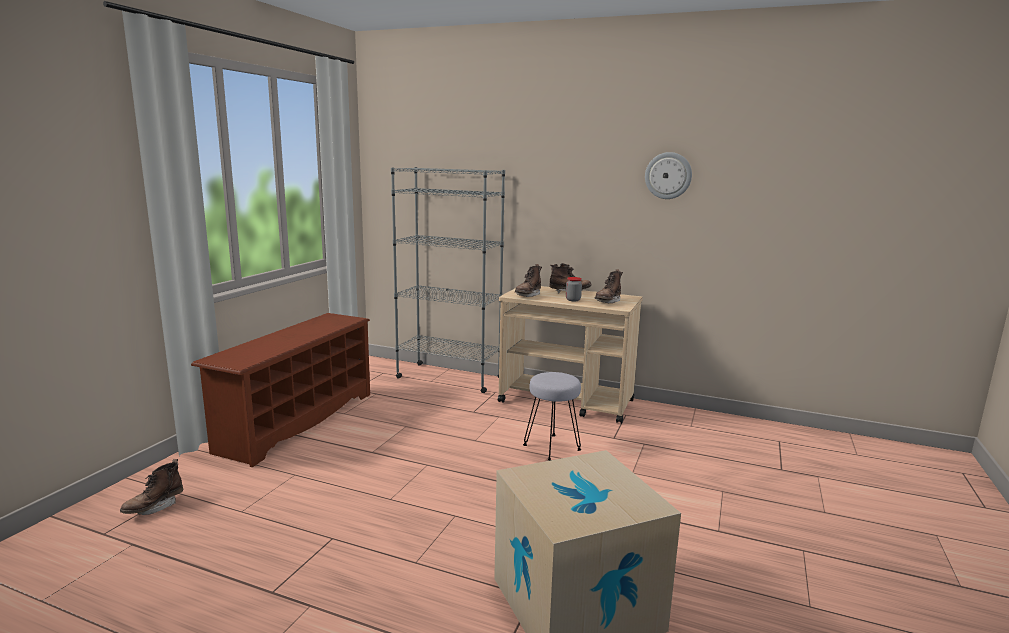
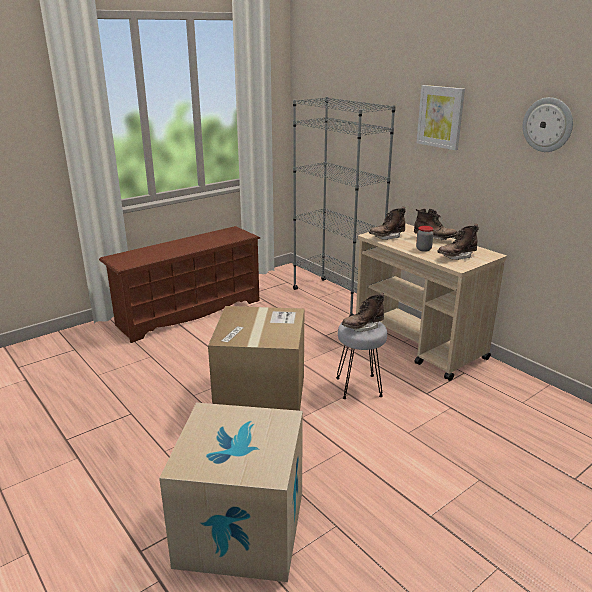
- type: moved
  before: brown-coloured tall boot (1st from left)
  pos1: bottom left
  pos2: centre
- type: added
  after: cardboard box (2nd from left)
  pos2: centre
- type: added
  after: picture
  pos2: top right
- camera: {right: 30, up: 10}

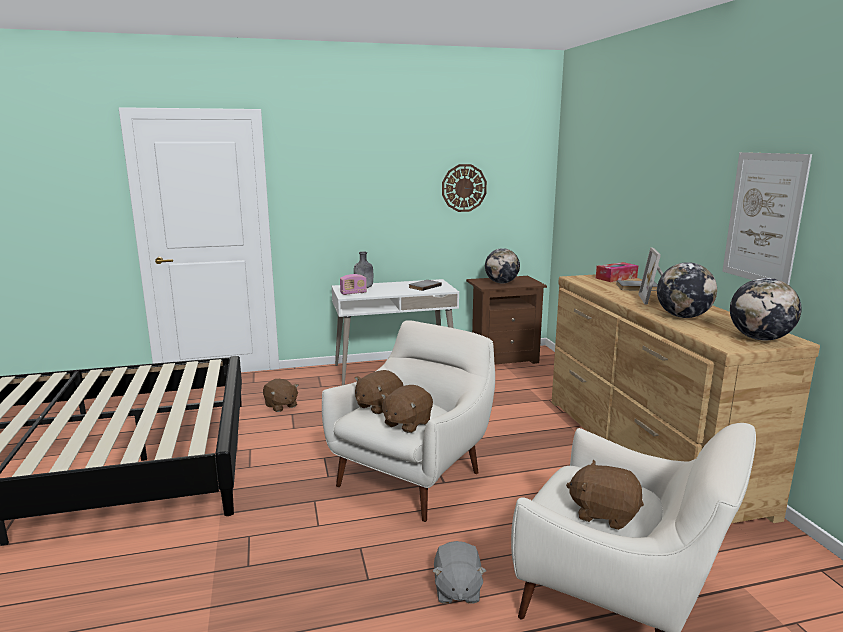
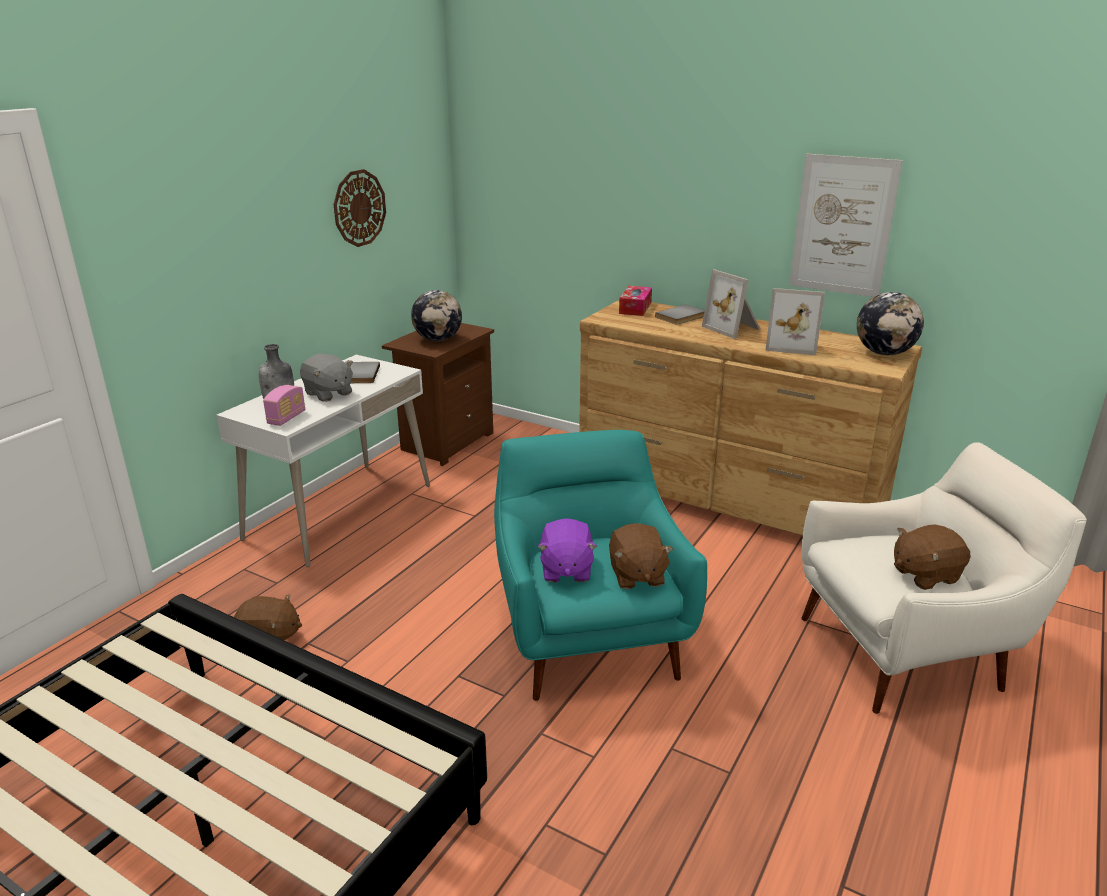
- type: recoloured
  before: white lounge chair (1st from left)
  after: turquoise-coloured lounge chair
  pos1: centre
  pos2: centre
- type: recoloured
  before: brown-coloured soft toy (2nd from left)
  after: purplish soft toy
  pos1: centre
  pos2: centre
- type: moved
  before: greyish soft toy
  pos1: bottom centre
  pos2: middle left
- type: replaced
  before: desk globe (2nd from left)
  after: photo frame (2nd from left)
  pos1: middle right
  pos2: middle right
- camera: {right: -45, up: 10}

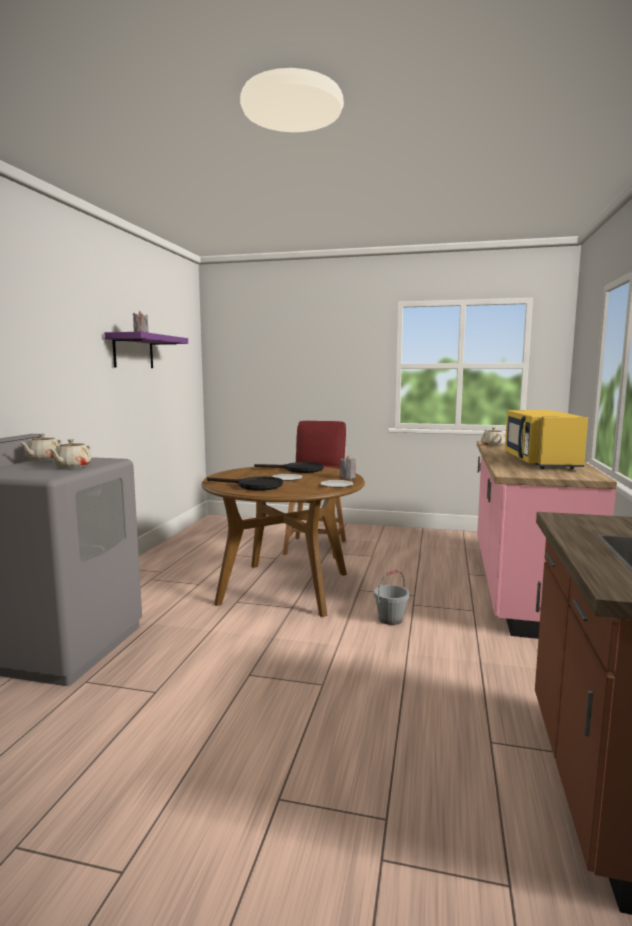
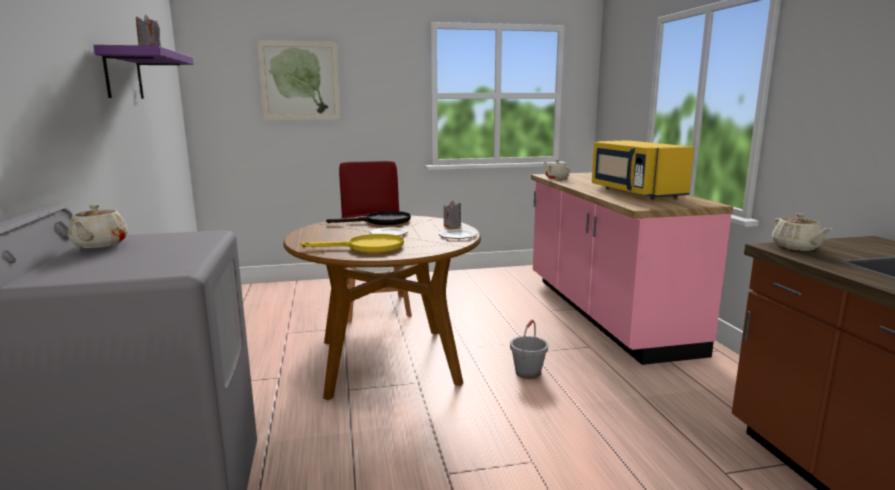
- type: moved
  before: beige-coloured tea pot (2nd from left in the first image)
  after: beige-coloured tea pot (3rd from left)
  pos1: middle left
  pos2: middle right
- type: recoloured
  before: black-coloured frying pan (1st from left)
  after: yellowish frying pan
  pos1: centre
  pos2: centre
- type: added
  after: picture
  pos2: top centre
- camera: {right: -25, up: 5}

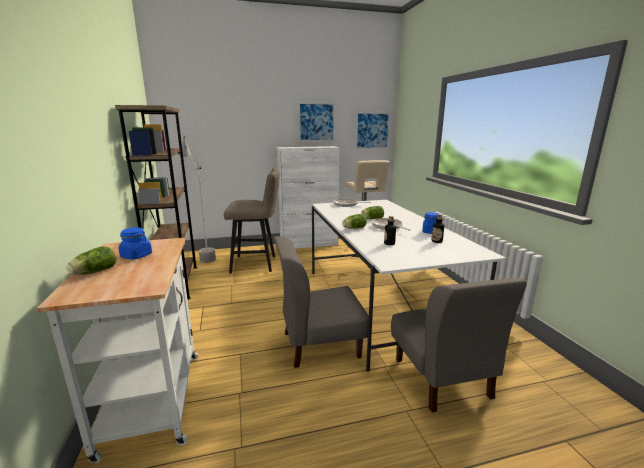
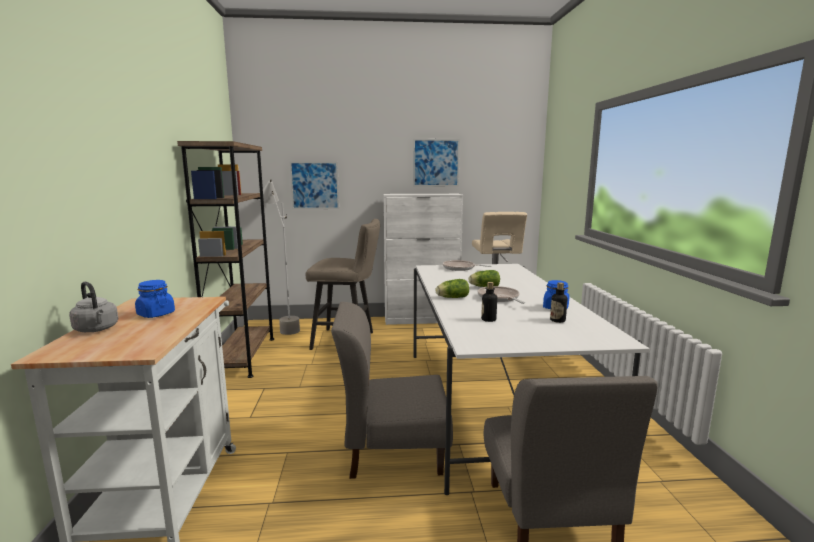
- type: replaced
  before: head of lettuce (1st from left)
  after: greyish tea kettle
  pos1: middle left
  pos2: middle left
- type: moved
  before: picture (2nd from left in the first image)
  after: picture (1st from left)
  pos1: top centre
  pos2: centre
- camera: {right: 10, up: -5}

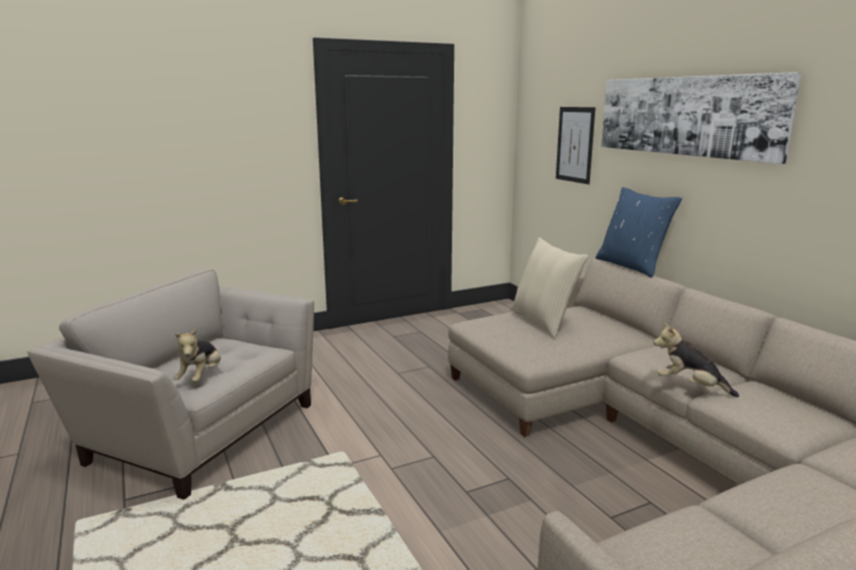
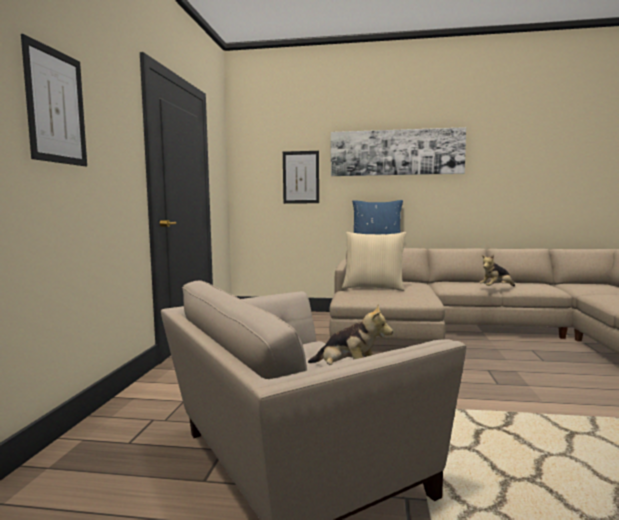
- type: added
  after: picture (1st from left)
  pos2: top left
- camera: {right: -55, up: -10}

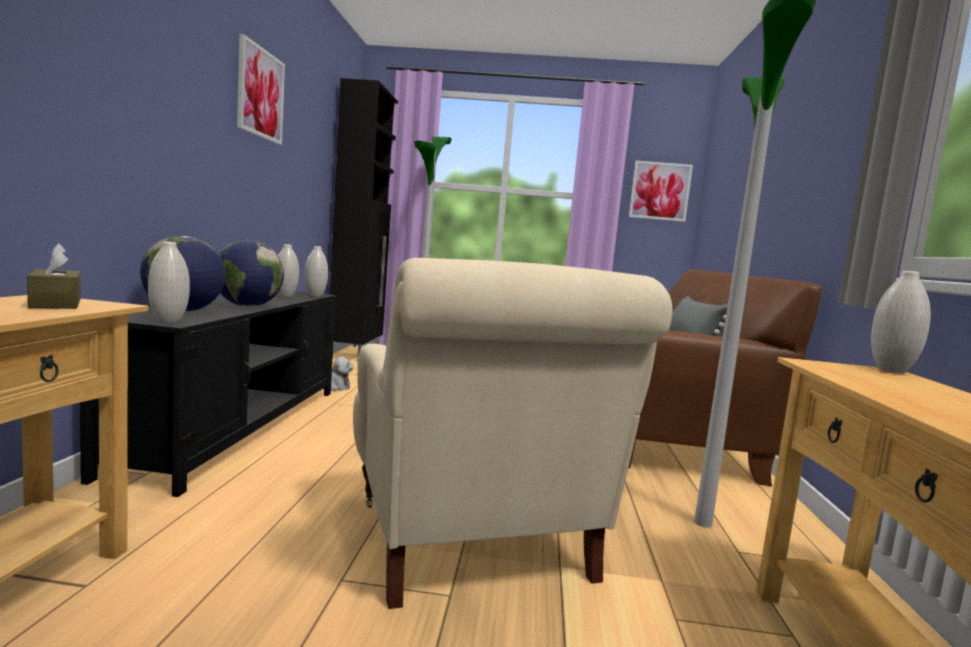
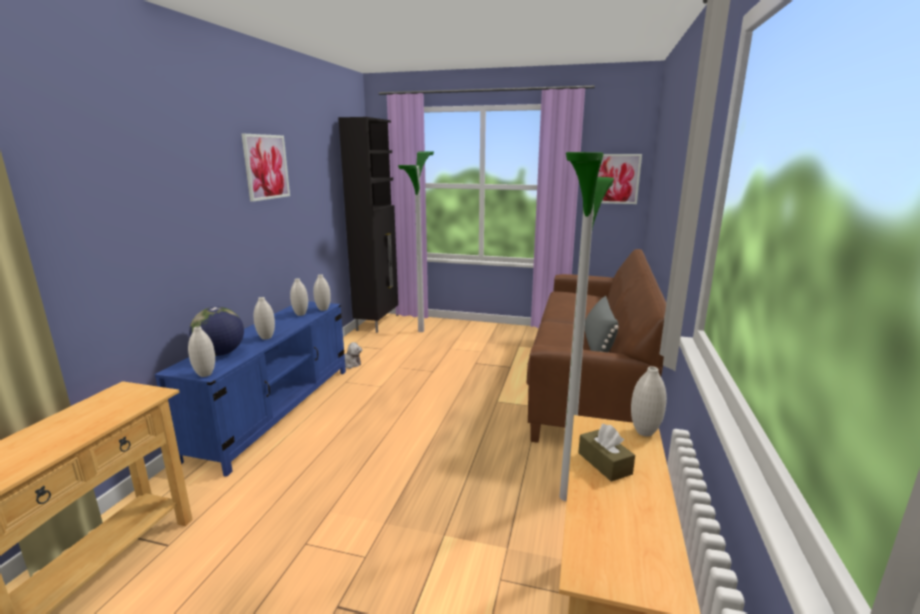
- type: moved
  before: brown-coloured tissue box
  pos1: middle left
  pos2: bottom centre
- type: recoloured
  before: black-coloured media console
  after: blue-coloured media console
  pos1: middle left
  pos2: middle left
- type: replaced
  before: desk globe (2nd from left)
  after: white flower vase (2nd from left)
  pos1: middle left
  pos2: middle left
- type: removed
  before: beige-coloured lounge chair
  pos1: bottom centre
- camera: {right: 10, up: 10}

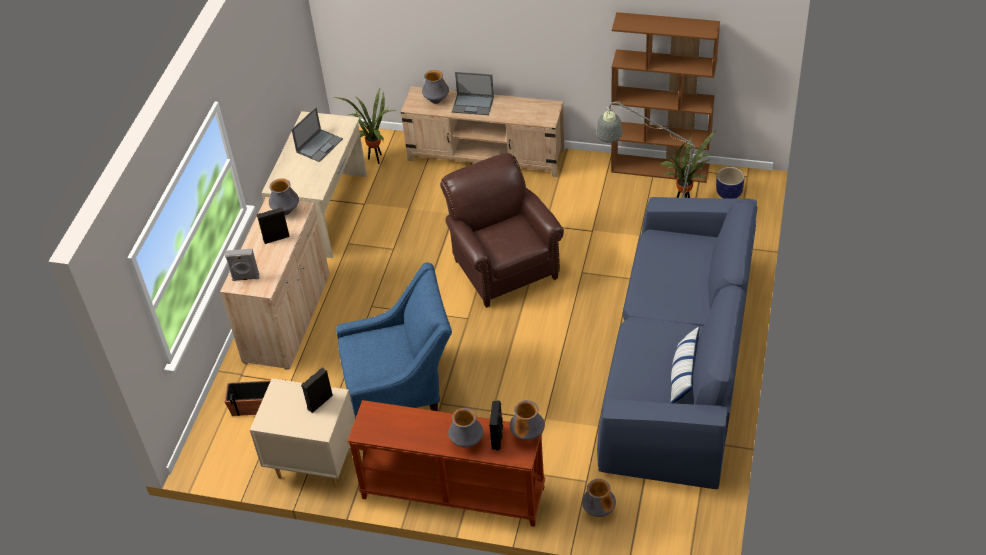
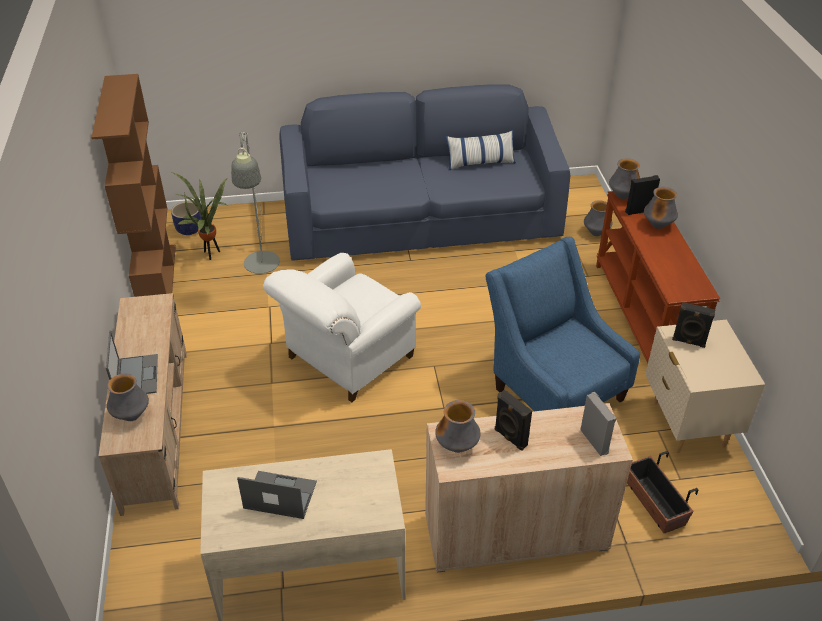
- type: removed
  before: plant in a pot (1st from left)
  pos1: top centre
- type: recoloured
  before: brown-coloured lounge chair
  after: white lounge chair
  pos1: centre
  pos2: centre
- camera: {right: -115, up: -5}

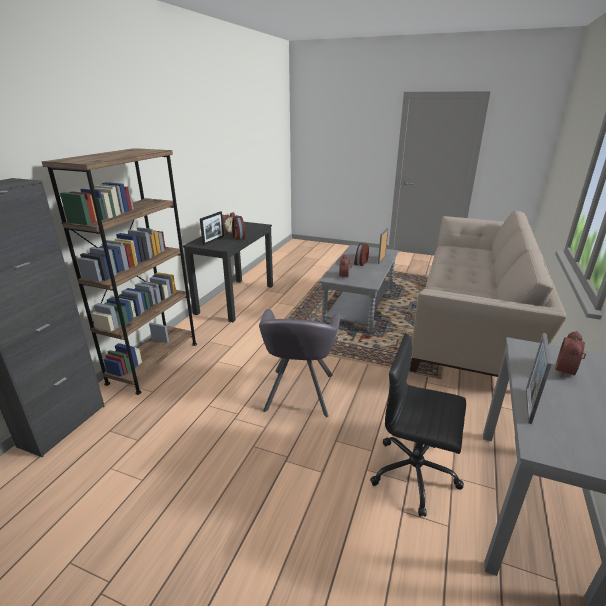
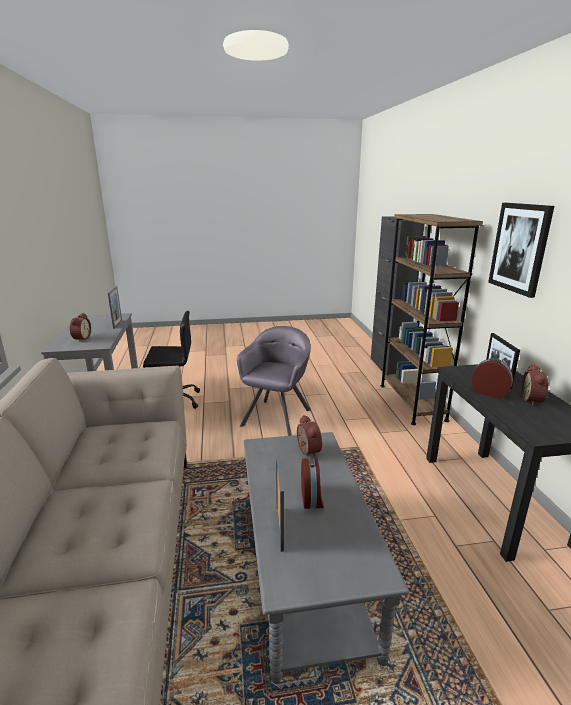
- type: turned
  before: greyish lounge chair
  pos1: centre
  pos2: centre
  turn: 45
- type: added
  after: picture
  pos2: middle right
- camera: {right: 150, up: -5}

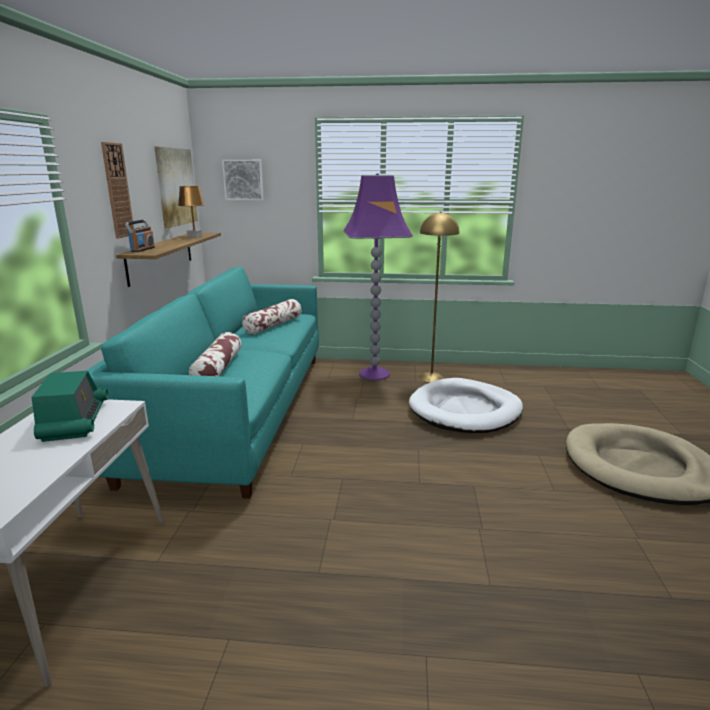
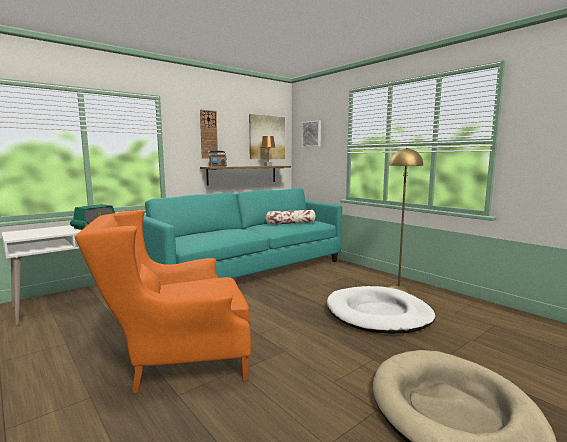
- type: removed
  before: pillow (1st from left)
  pos1: middle left
- type: removed
  before: purplish standard lamp
  pos1: centre
- type: added
  after: orange-coloured lounge chair
  pos2: bottom left
- camera: {right: 45, up: -10}

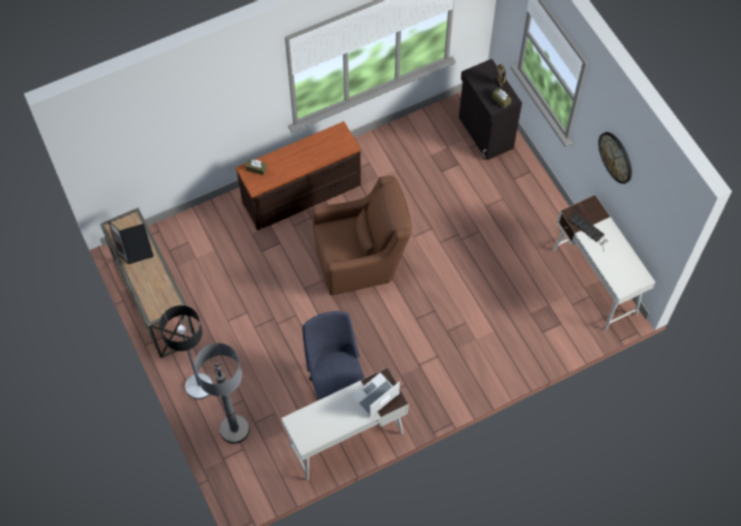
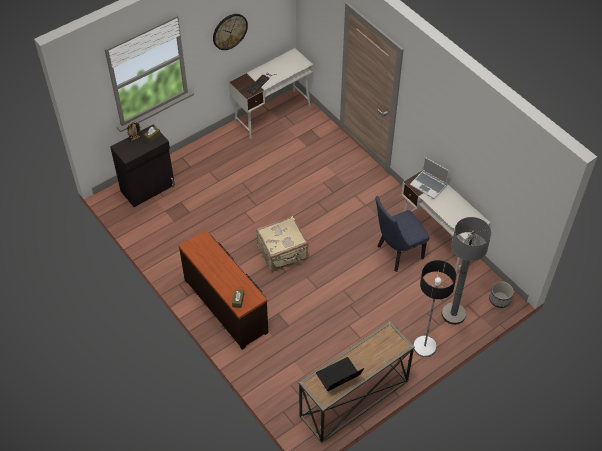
- type: replaced
  before: brown-coloured lounge chair
  after: beige-coloured travel case
  pos1: centre
  pos2: centre
- type: added
  after: planter
  pos2: middle right
- camera: {right: -100, up: -10}

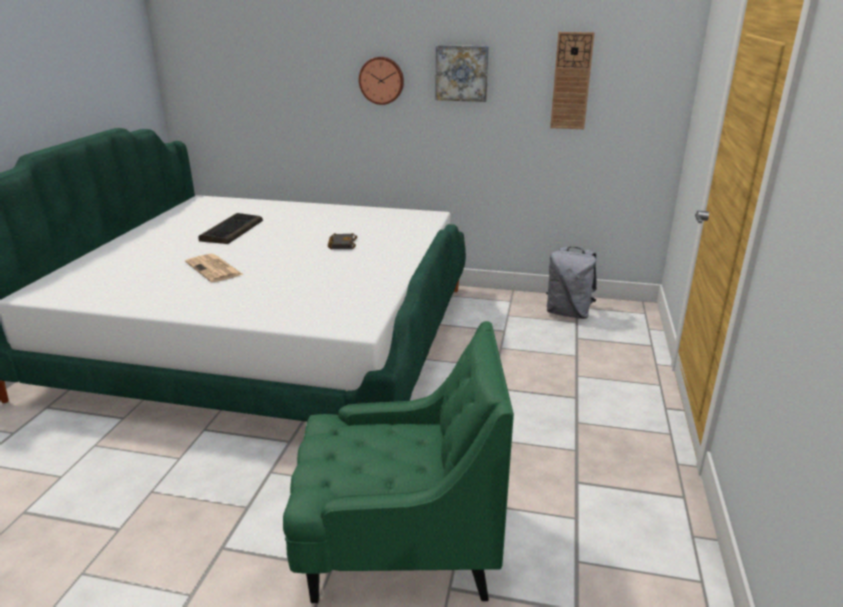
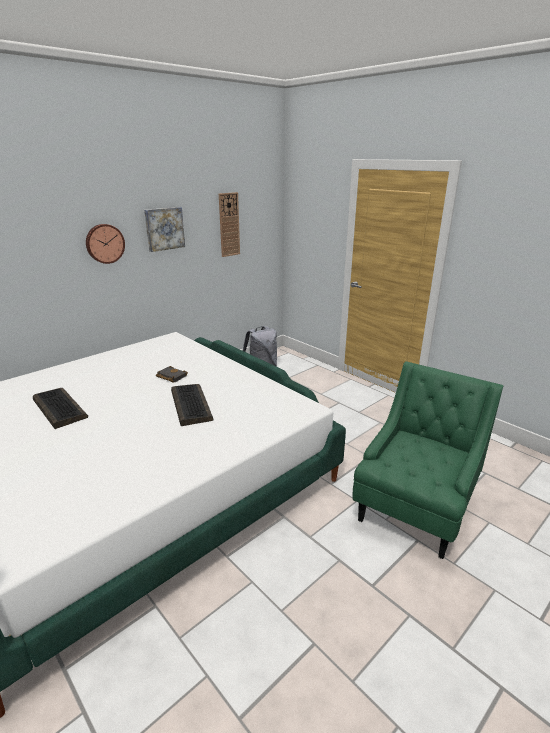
- type: removed
  before: printed paper
  pos1: middle left
- type: added
  after: keyboard (2nd from left)
  pos2: centre
- camera: {right: -55, up: 0}

